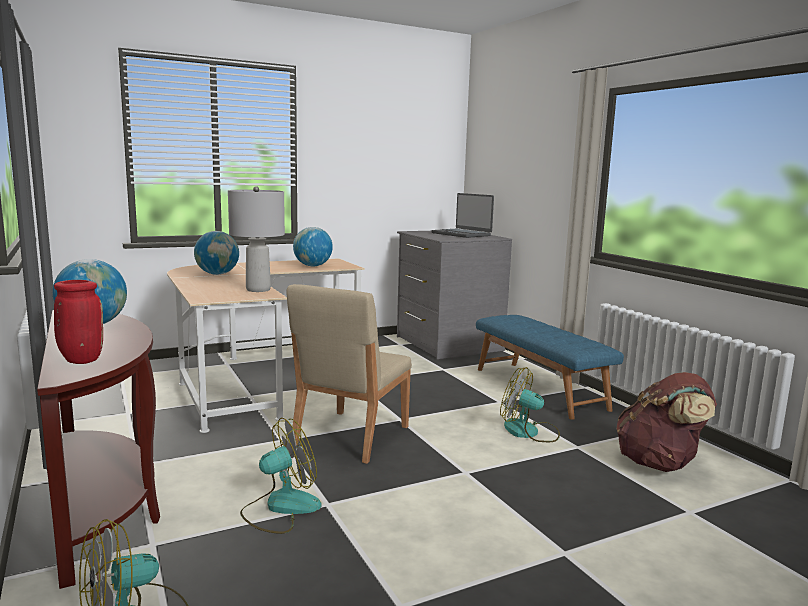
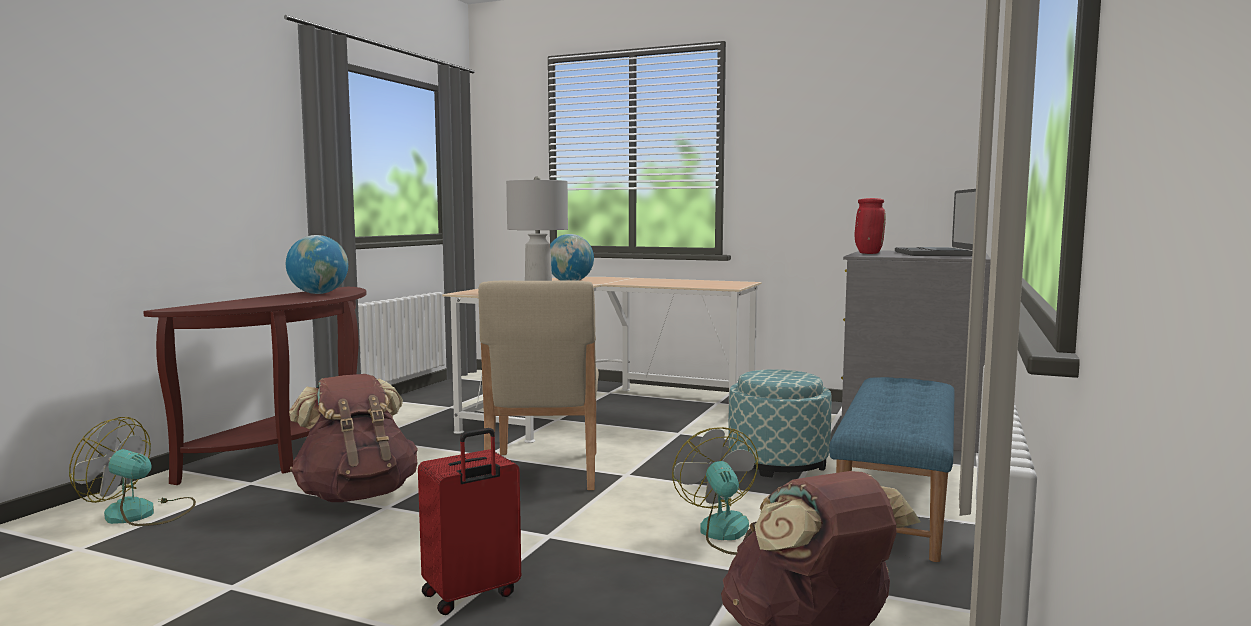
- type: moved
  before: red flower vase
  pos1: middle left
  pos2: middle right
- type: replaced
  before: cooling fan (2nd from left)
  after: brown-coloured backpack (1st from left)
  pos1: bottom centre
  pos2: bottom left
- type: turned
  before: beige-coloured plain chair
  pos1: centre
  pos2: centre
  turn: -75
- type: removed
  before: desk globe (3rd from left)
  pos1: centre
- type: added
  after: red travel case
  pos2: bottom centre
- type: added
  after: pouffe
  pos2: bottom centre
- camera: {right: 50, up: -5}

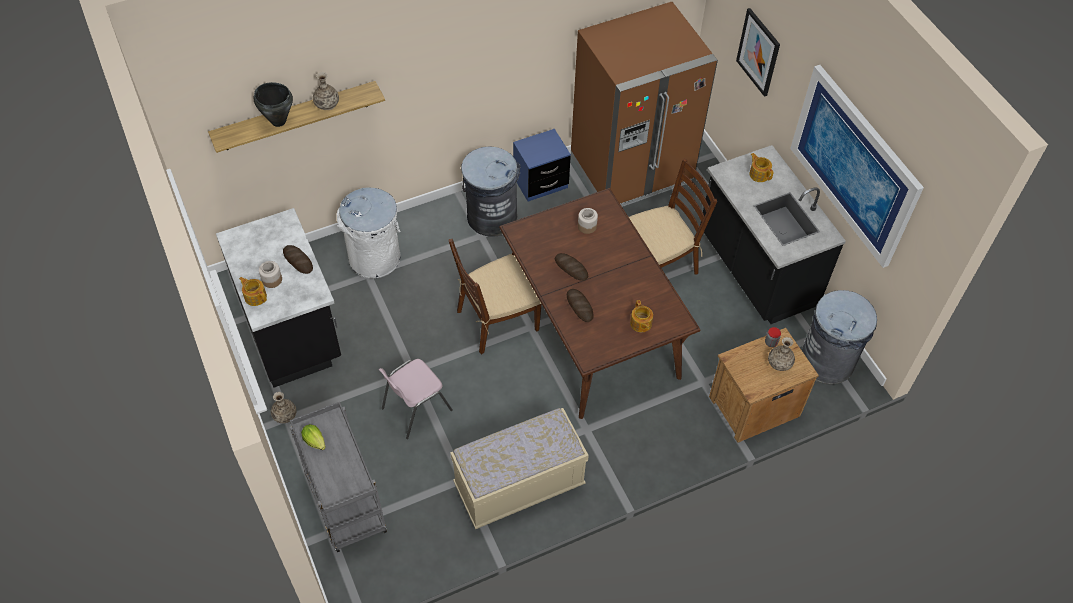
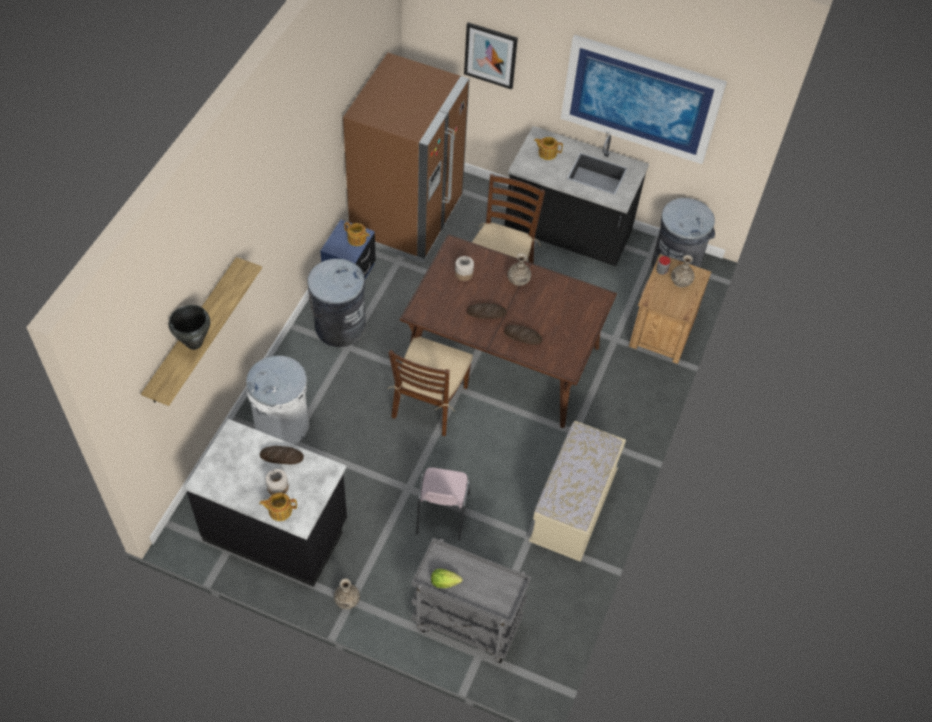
- type: moved
  before: flower vase (2nd from left)
  pos1: top left
  pos2: centre
- type: moved
  before: tea pot (2nd from left)
  pos1: centre
  pos2: top centre
- camera: {right: -45, up: 0}

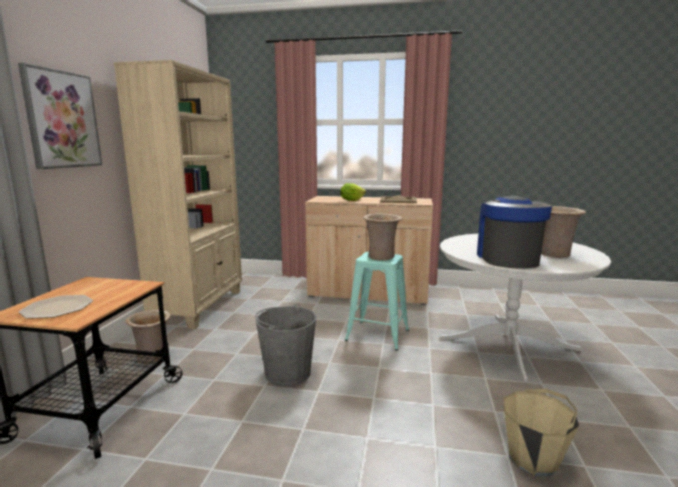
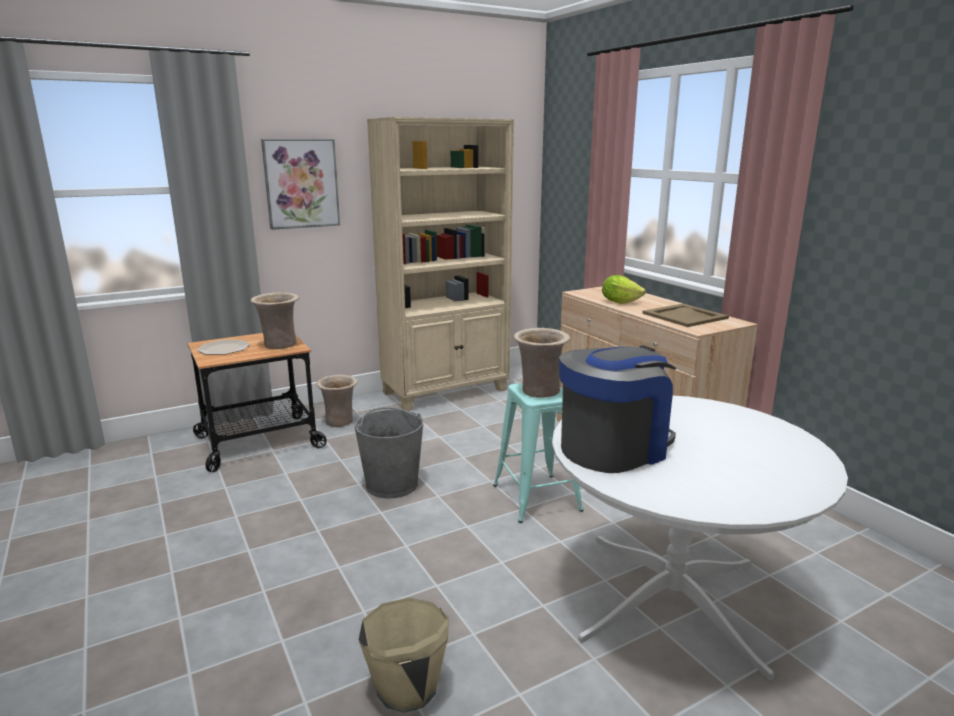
- type: moved
  before: beige-coloured flower vase (3rd from left in the first image)
  after: beige-coloured flower vase (1st from left)
  pos1: middle right
  pos2: middle left
- camera: {right: 50, up: 5}

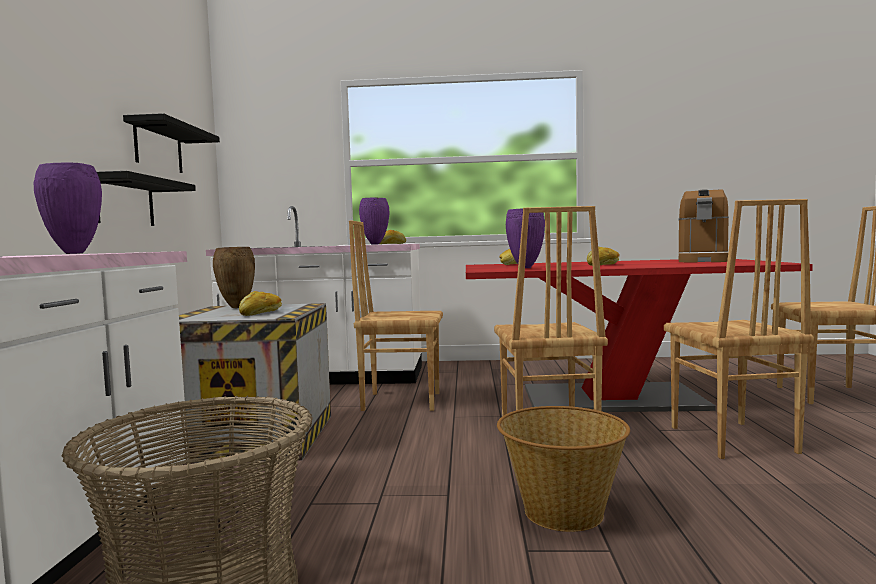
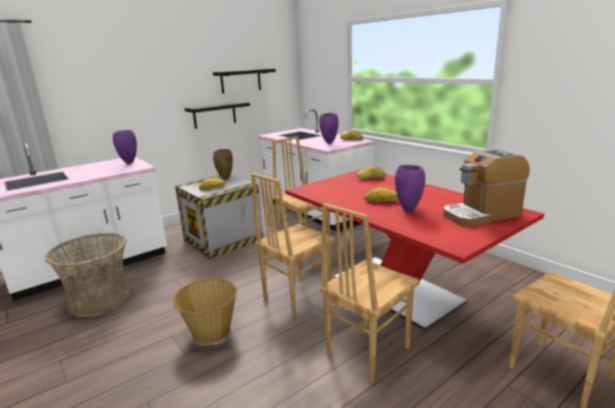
- type: moved
  before: purplish flower vase (3rd from left)
  pos1: centre
  pos2: middle right
- camera: {right: 50, up: 15}

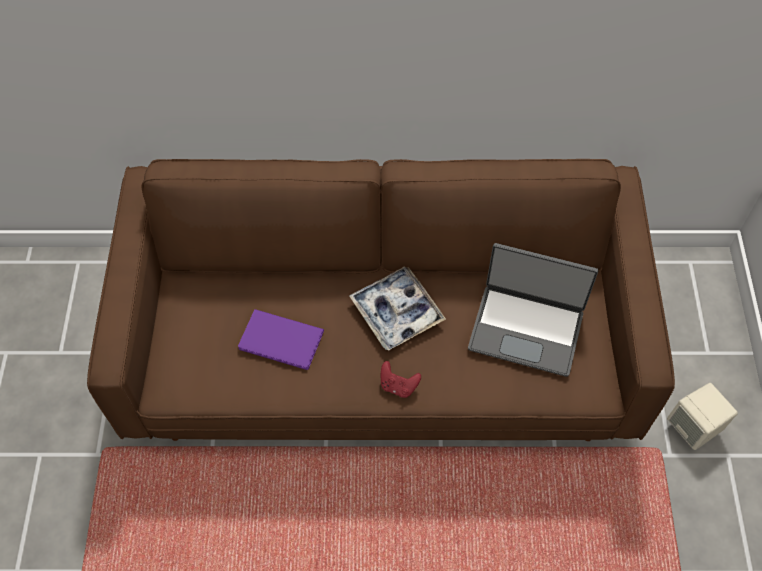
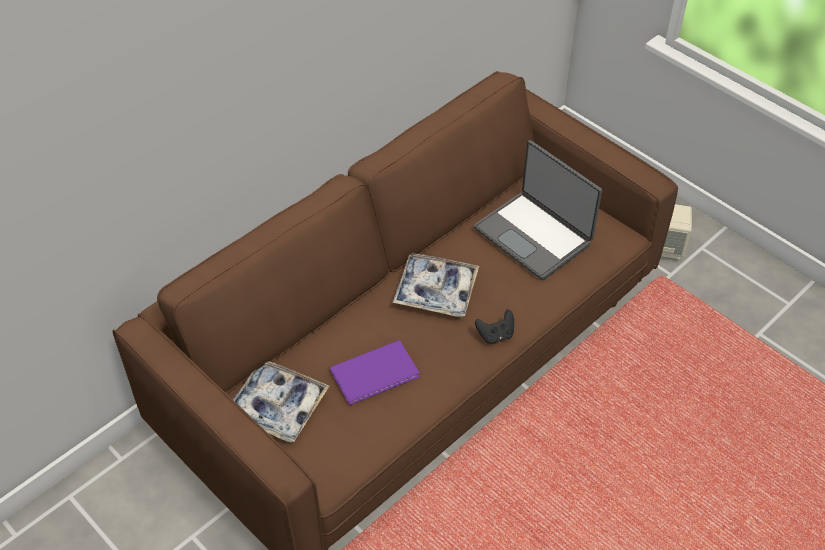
- type: recoloured
  before: red joypad
  after: black-coloured joypad
  pos1: centre
  pos2: centre
- type: turned
  before: portable computer
  pos1: middle right
  pos2: centre
  turn: 75
- type: added
  after: serving tray (1st from left)
  pos2: bottom centre
- camera: {right: -45, up: -10}

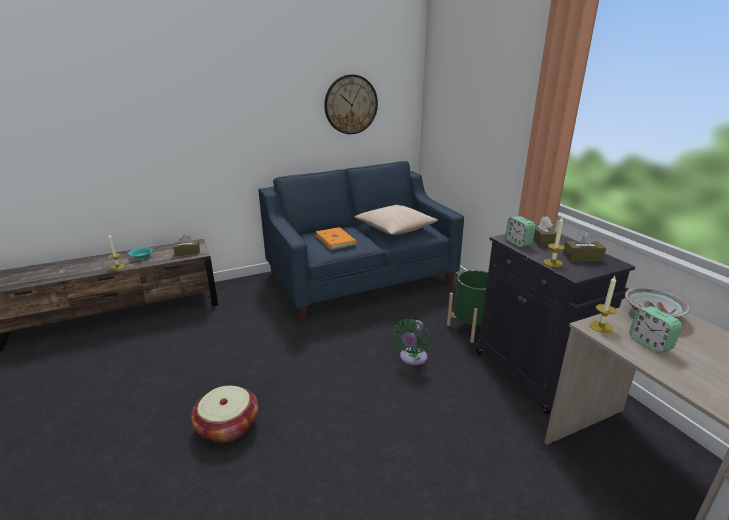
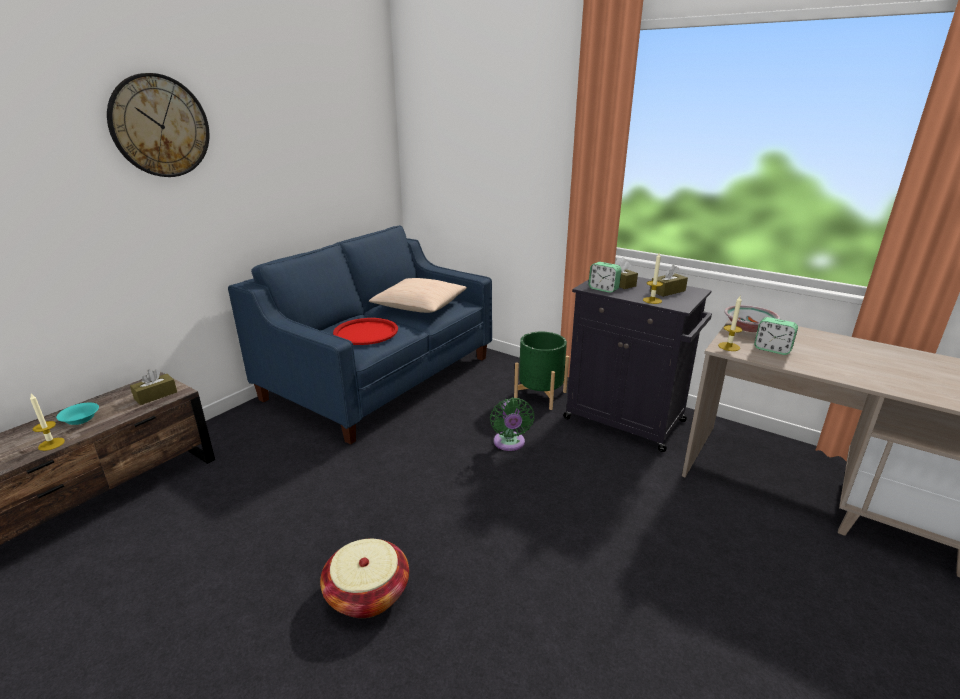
- type: replaced
  before: orange-coloured volume
  after: red serving tray
  pos1: centre
  pos2: centre
- type: moved
  before: clock on the wall
  pos1: top centre
  pos2: top left
- camera: {right: -30, up: 0}

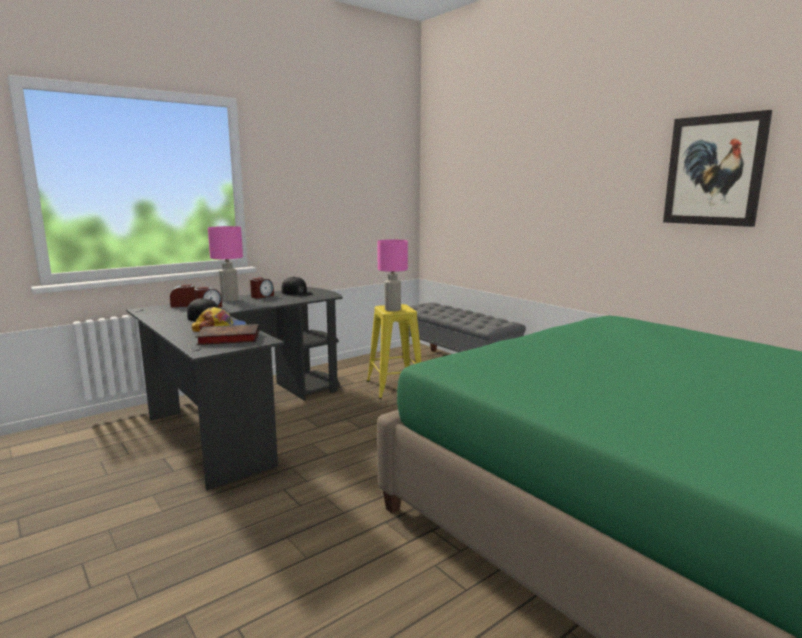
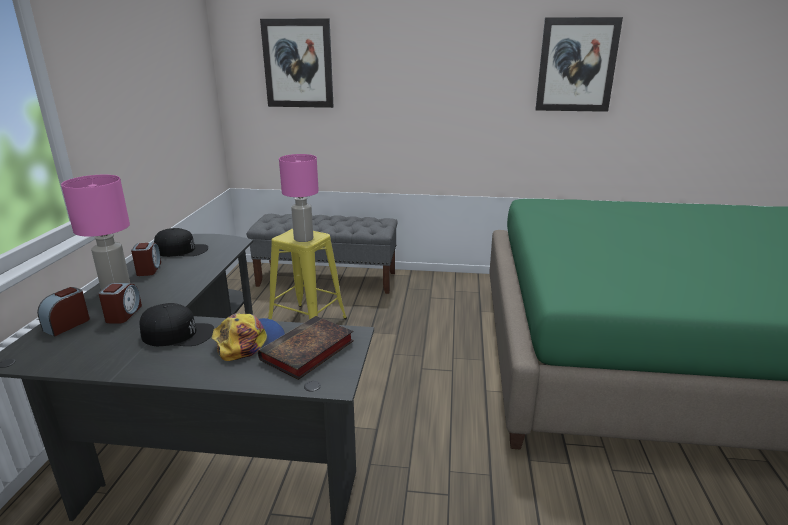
- type: added
  after: picture (1st from left)
  pos2: top centre
- camera: {right: -45, up: 10}

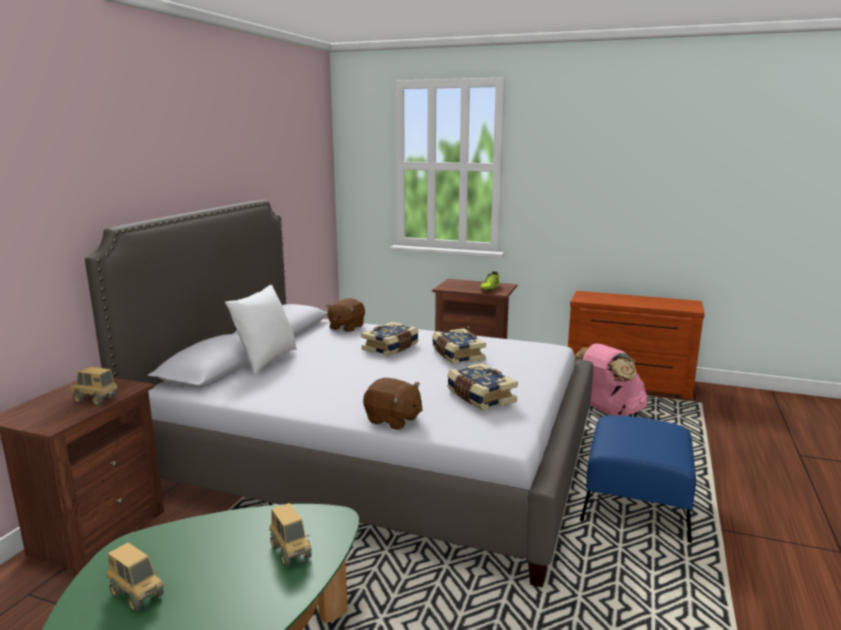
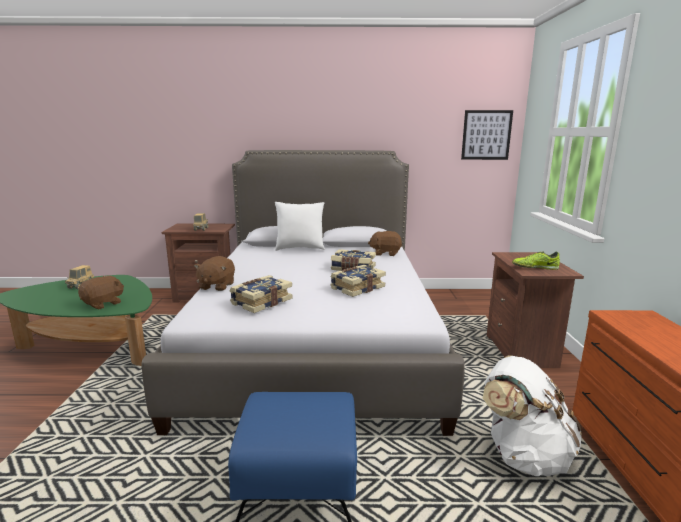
- type: replaced
  before: toy truck (3rd from left)
  after: brown-coloured soft toy (1st from left)
  pos1: bottom centre
  pos2: middle left
- type: recoloured
  before: pink-coloured backpack
  after: white backpack
  pos1: middle right
  pos2: bottom right
- type: added
  after: picture
  pos2: top right
- camera: {right: 70, up: 0}

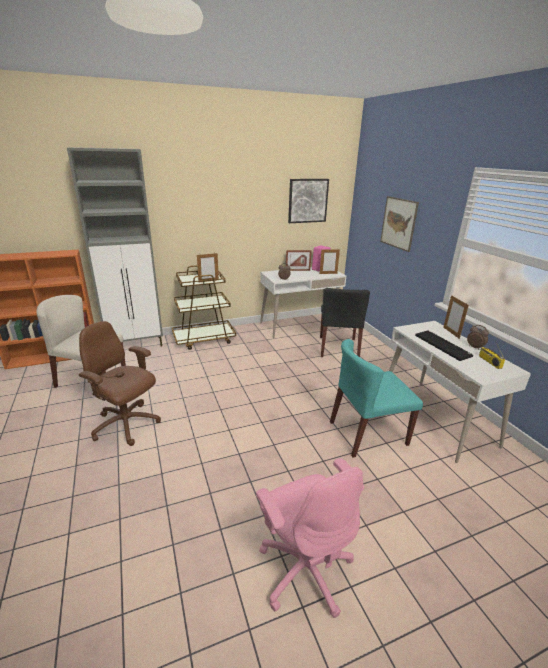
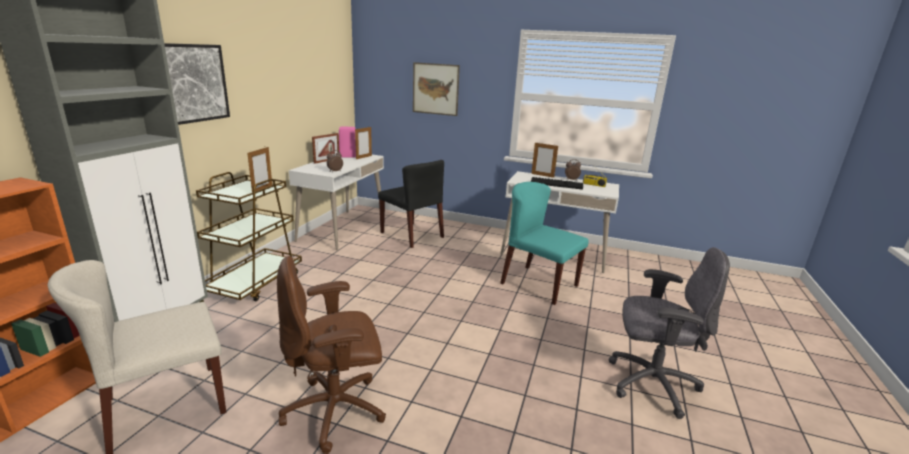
- type: recoloured
  before: pink-coloured desk chair
  after: greyish desk chair
  pos1: bottom centre
  pos2: bottom right
- type: moved
  before: picture (1st from left)
  pos1: top centre
  pos2: top left
- type: turned
  before: turquoise-coloured plain chair
  pos1: middle right
  pos2: centre
  turn: 105
- camera: {right: -50, up: -5}

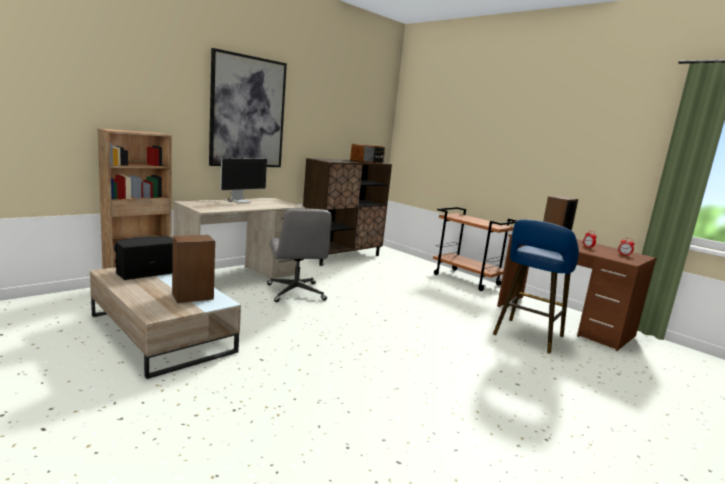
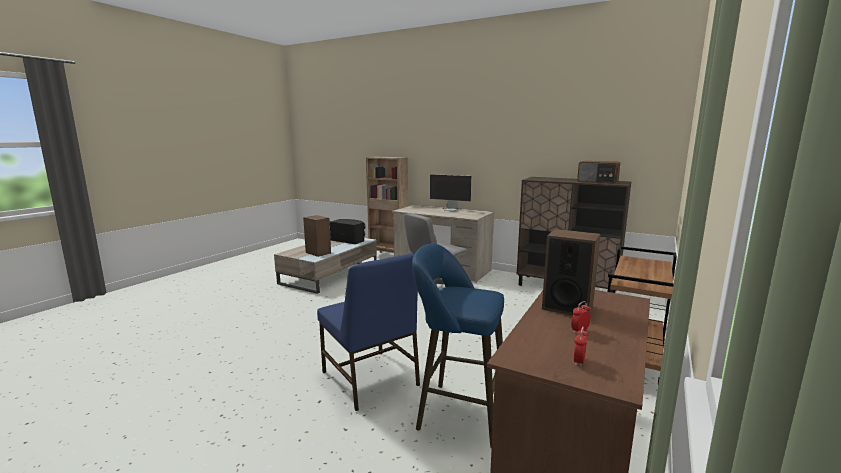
- type: removed
  before: picture
  pos1: top centre
- type: added
  after: blue-coloured plain chair
  pos2: bottom centre
- camera: {right: 75, up: 0}

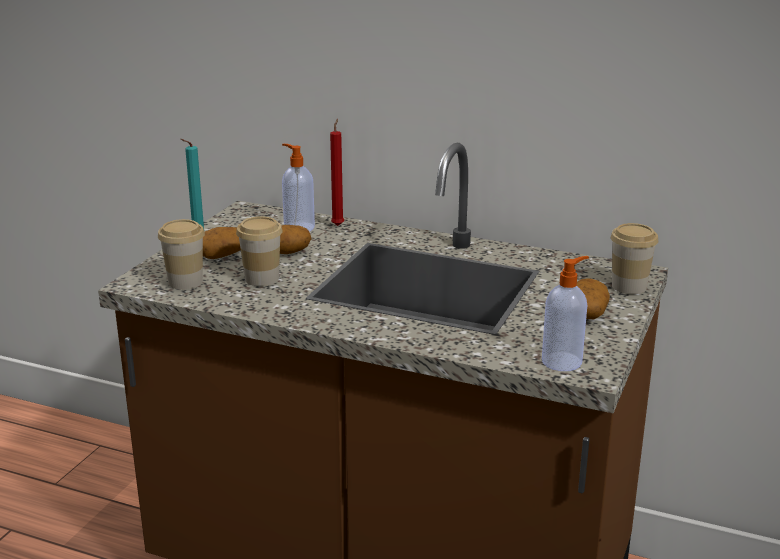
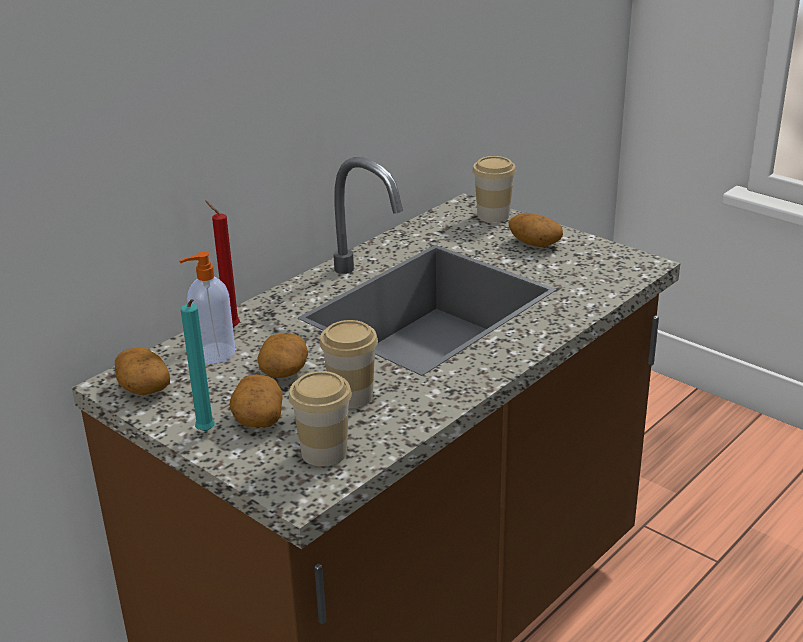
- type: removed
  before: soap bottle (2nd from left)
  pos1: middle right
- type: added
  after: potato (1st from left)
  pos2: middle left
- camera: {right: -70, up: 5}

